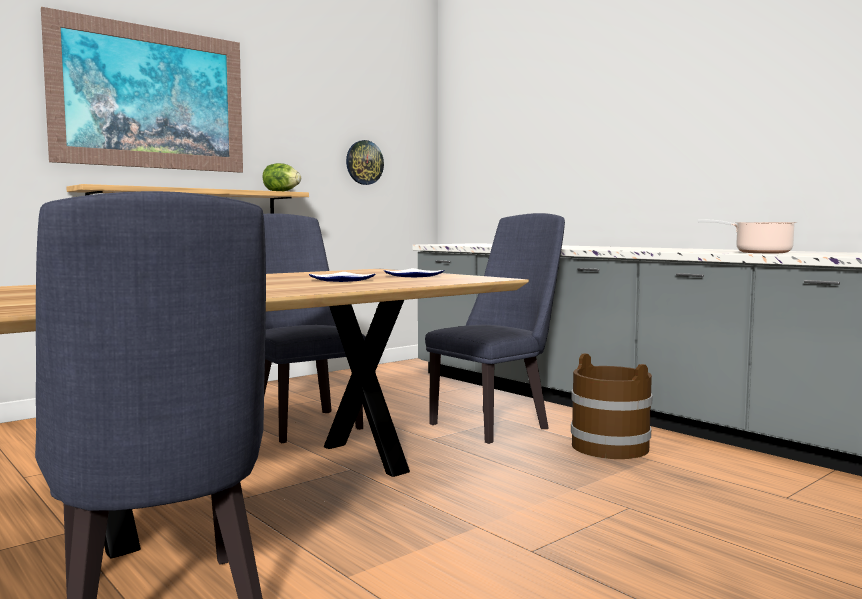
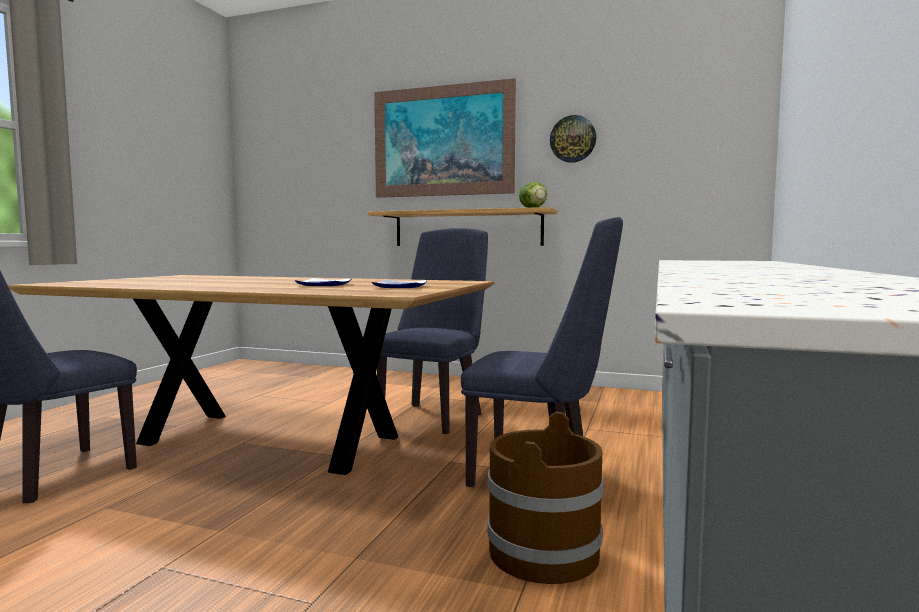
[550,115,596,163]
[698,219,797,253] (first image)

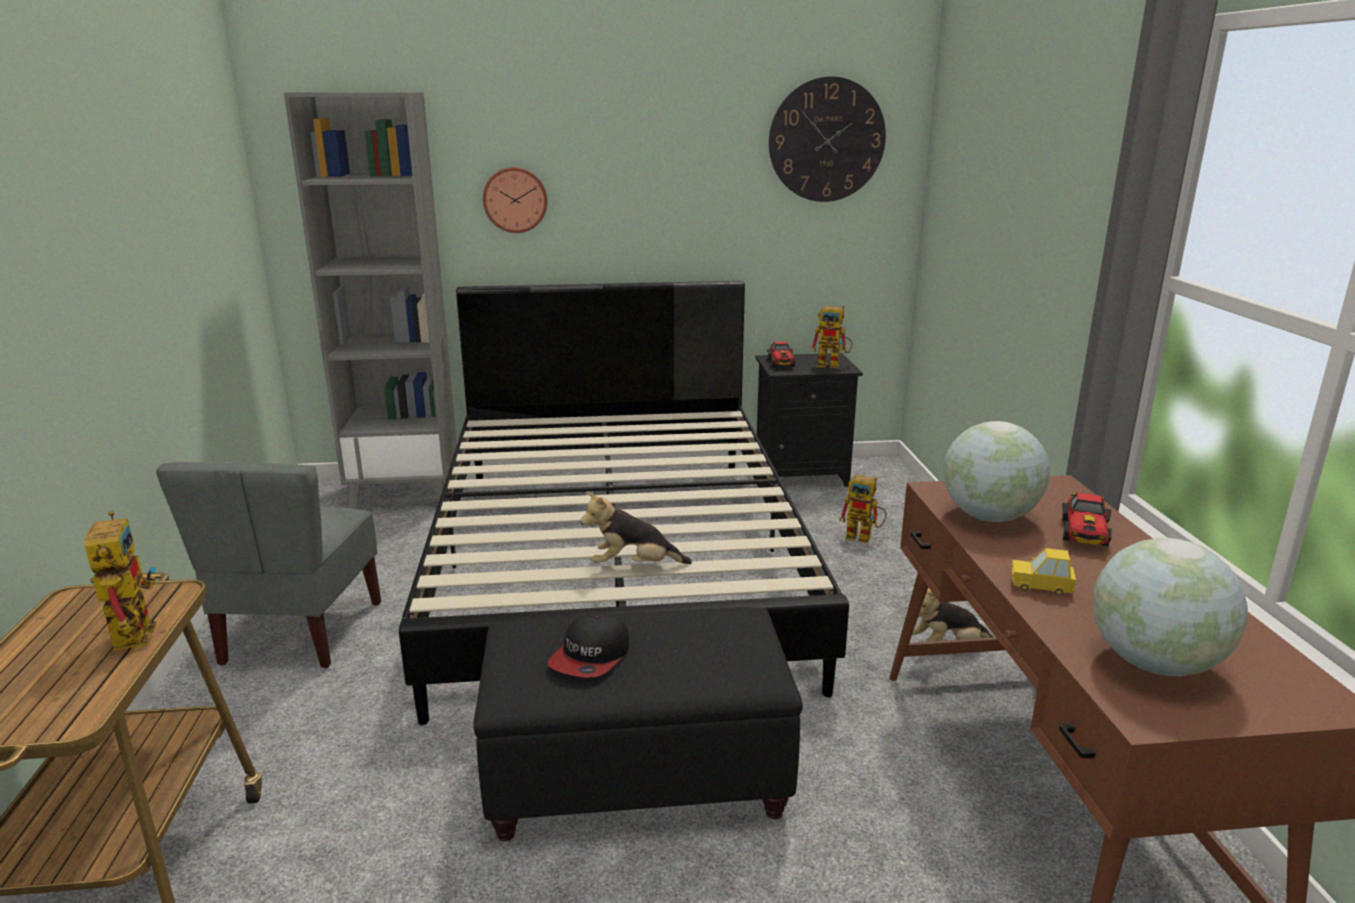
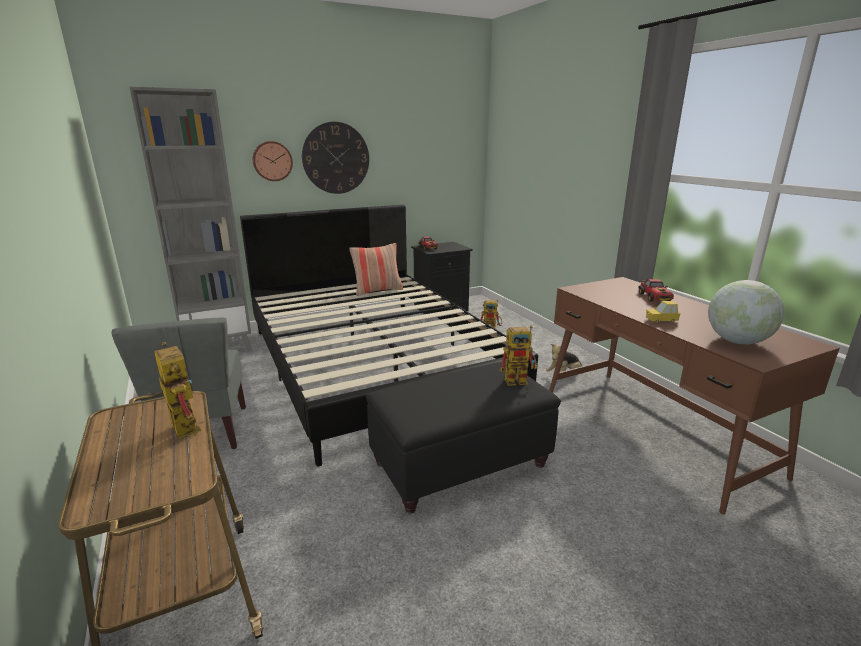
[548,612,629,678] (first image)
[580,492,692,564] (first image)
[302,122,369,194]
[500,326,537,386]
[944,421,1050,522] (first image)
[349,243,403,296]

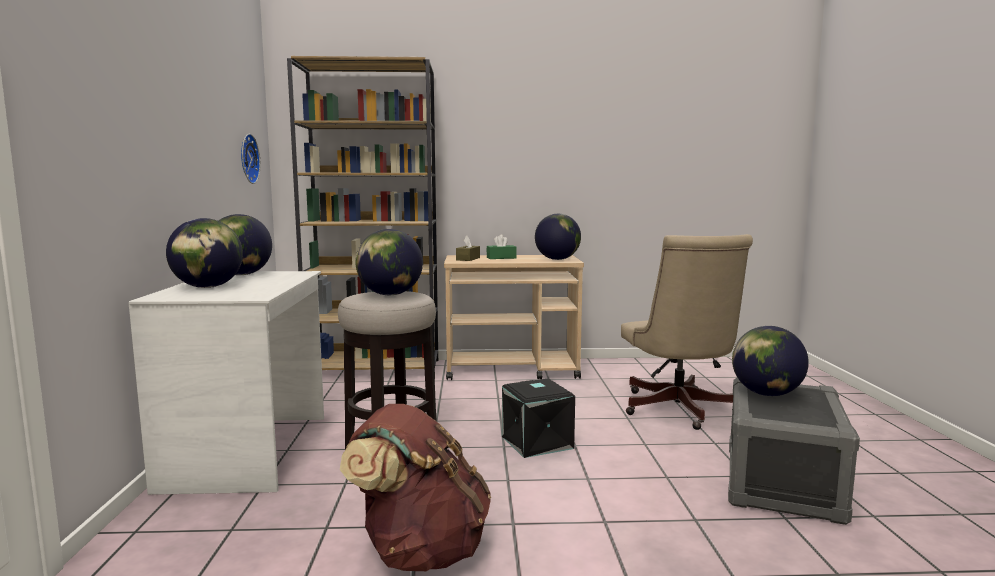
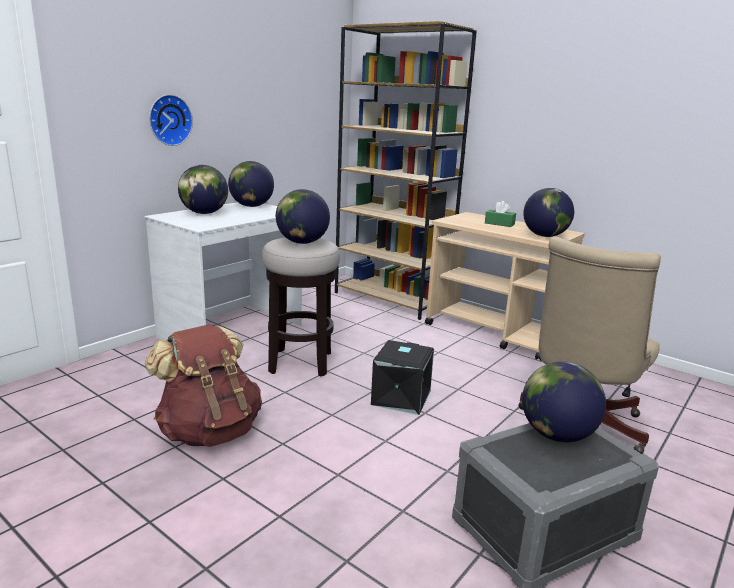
[149,94,193,146]
[456,236,480,261] (first image)

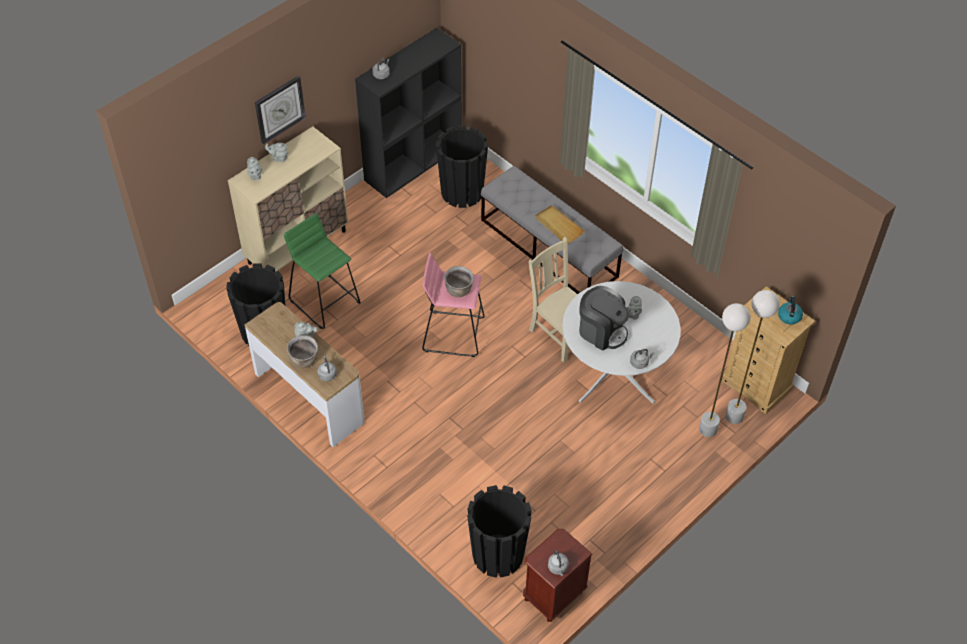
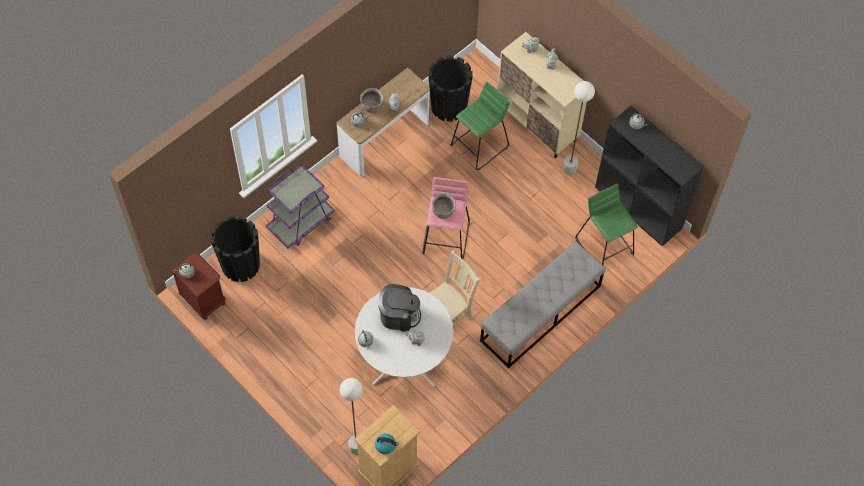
[255,76,306,144] (first image)
[575,184,638,265]
[535,205,584,244] (first image)
[378,284,421,332]
[563,81,595,175]
[266,163,335,249]

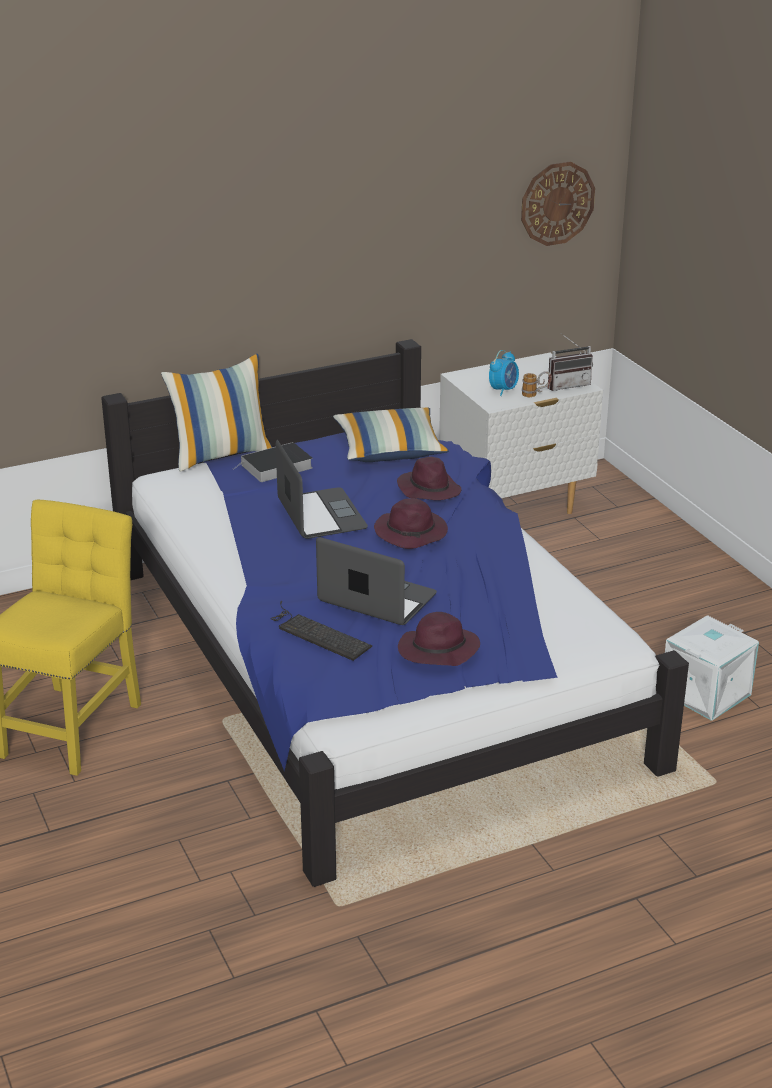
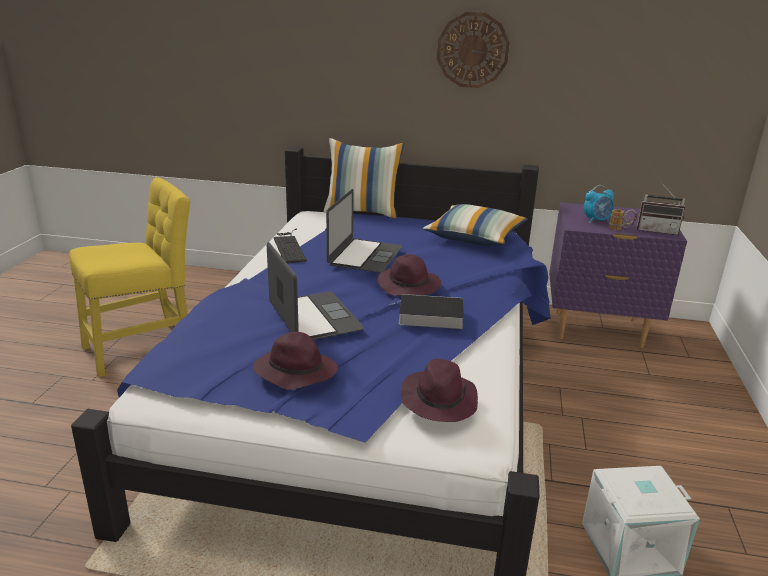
[389,294,464,329]
[274,229,307,263]
[401,359,478,422]
[549,202,687,348]
[437,12,510,88]

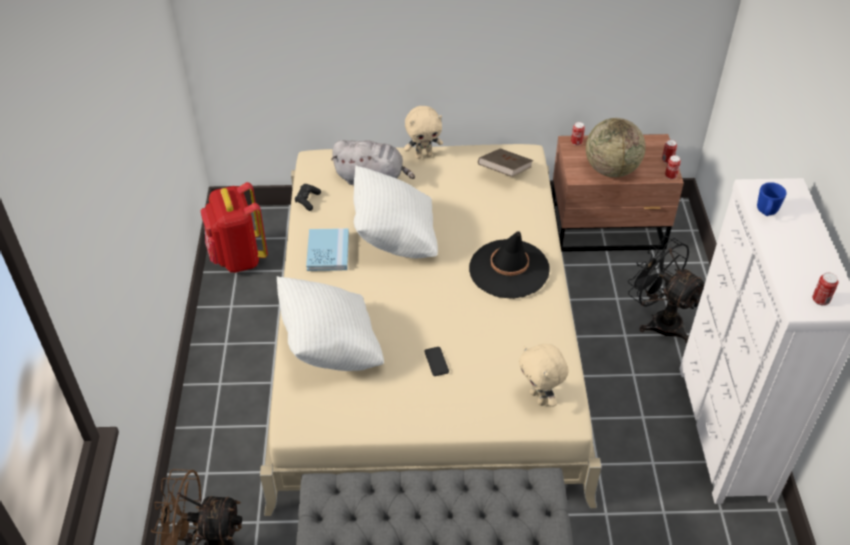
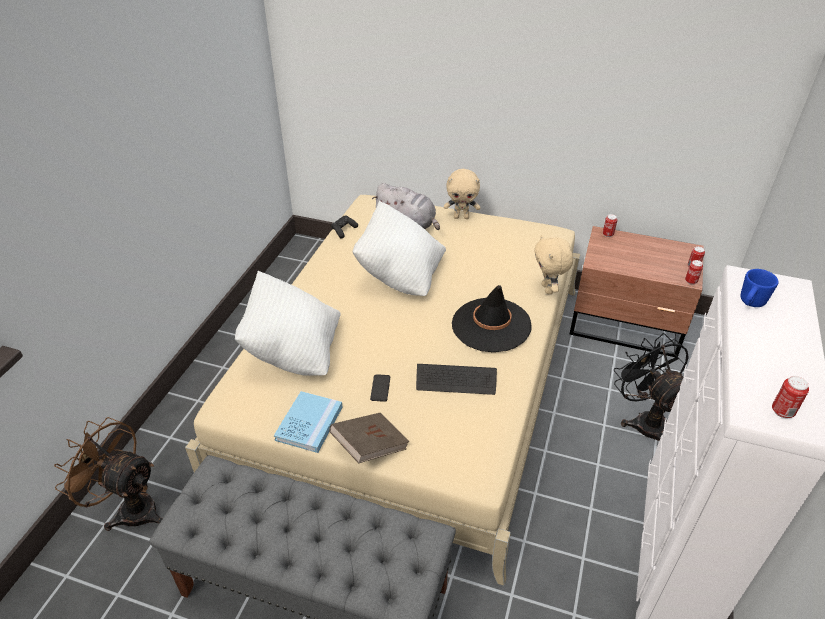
[200,182,268,273] (first image)
[274,391,343,453]
[329,413,410,464]
[534,235,573,294]
[586,118,646,177] (first image)
[416,364,497,395]

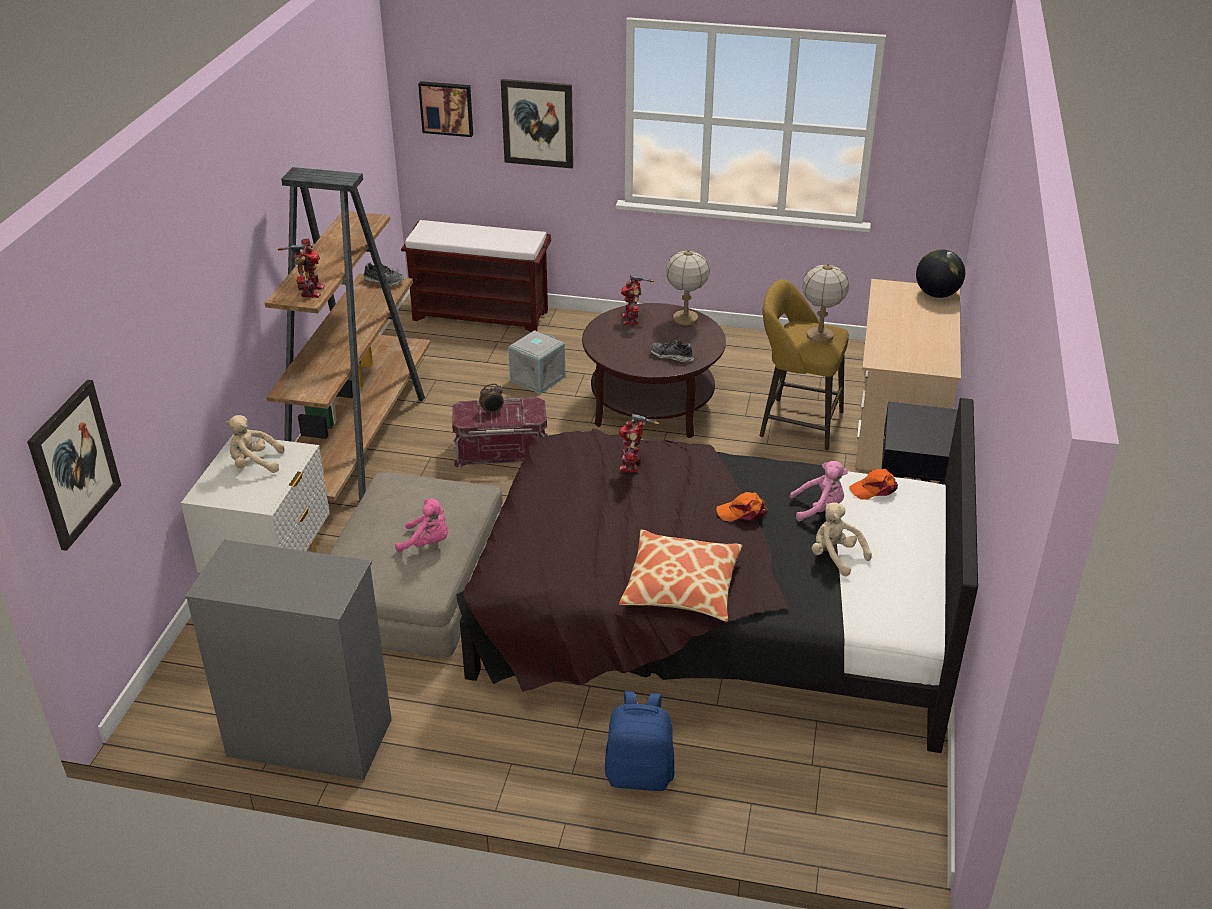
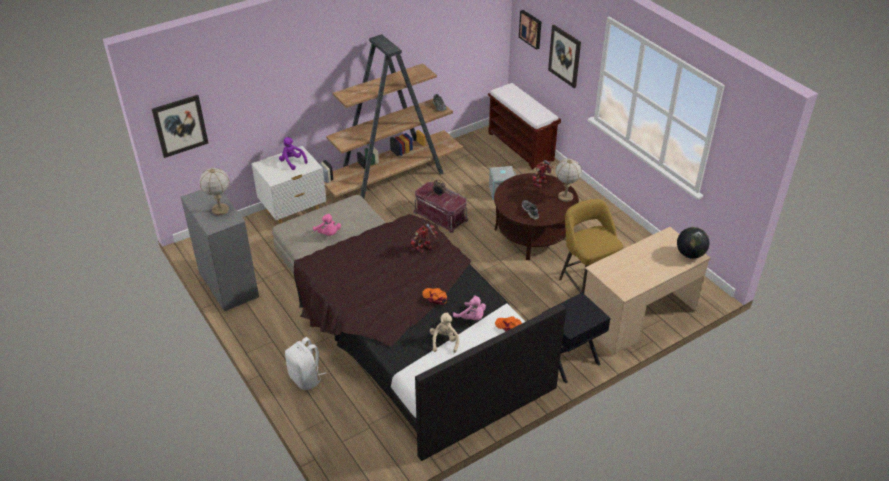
[279,137,308,170]
[278,238,324,298] (first image)
[285,337,326,390]
[619,529,742,621] (first image)
[200,168,230,215]

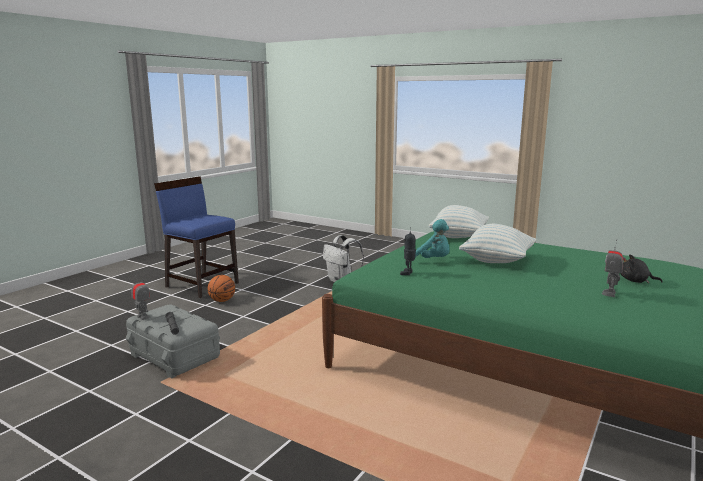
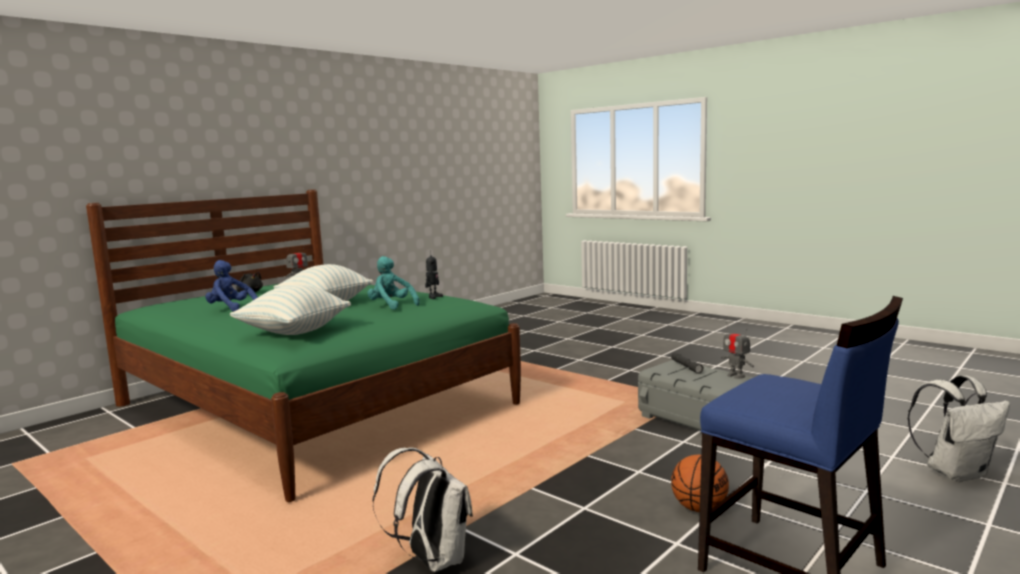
[205,260,258,312]
[907,375,1010,482]

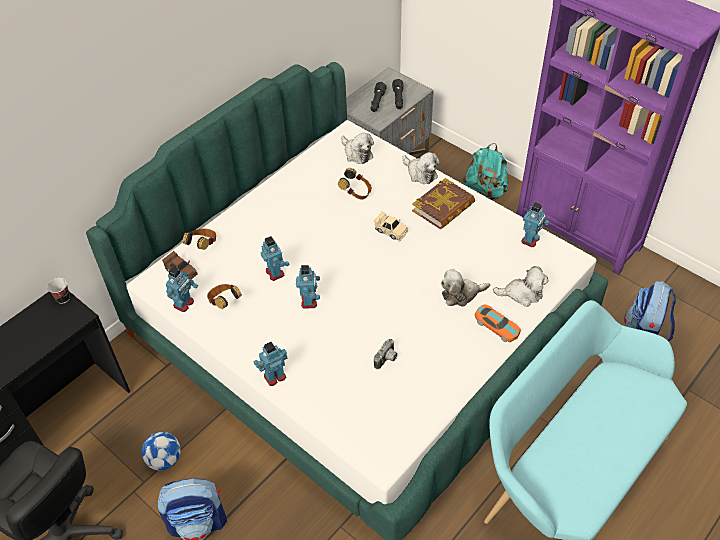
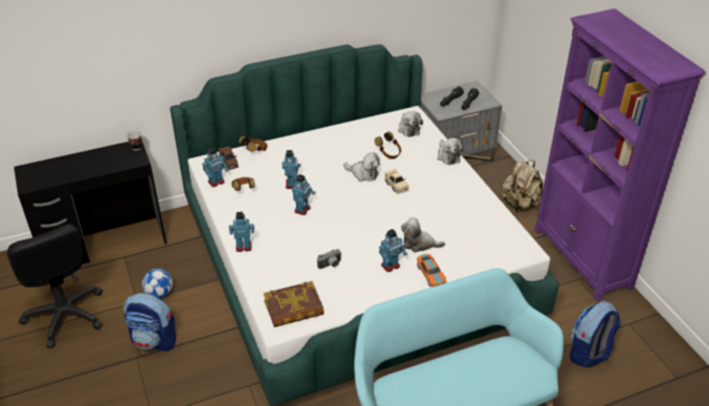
[263,281,324,327]
[501,160,543,212]
[343,153,380,182]
[379,229,407,272]

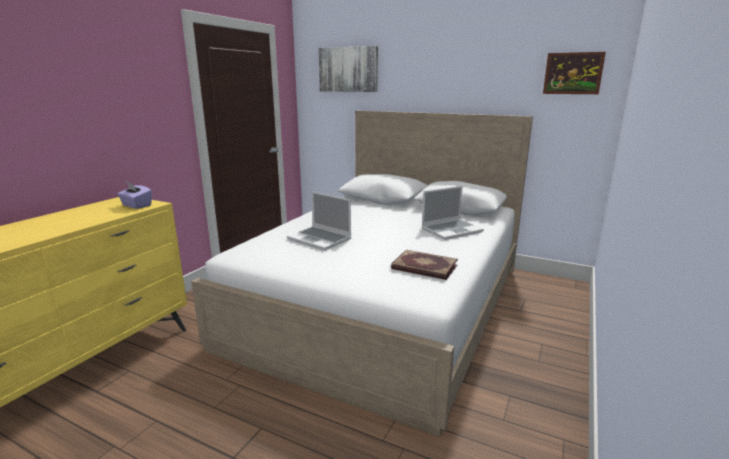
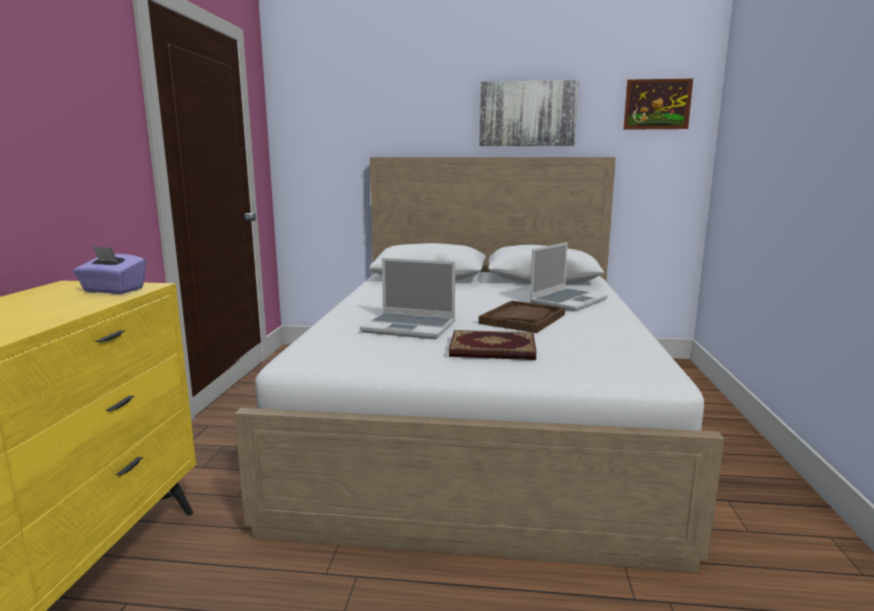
[479,80,578,146]
[449,330,536,360]
[479,301,565,333]

